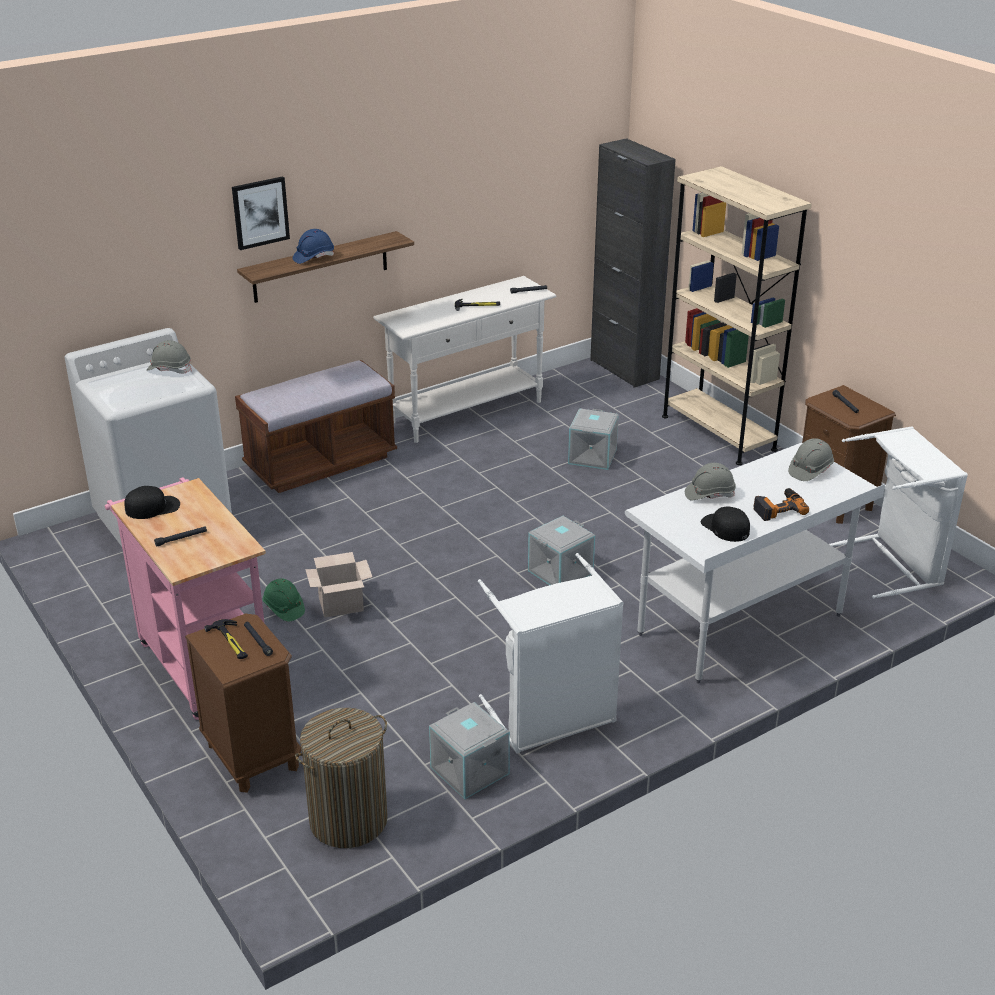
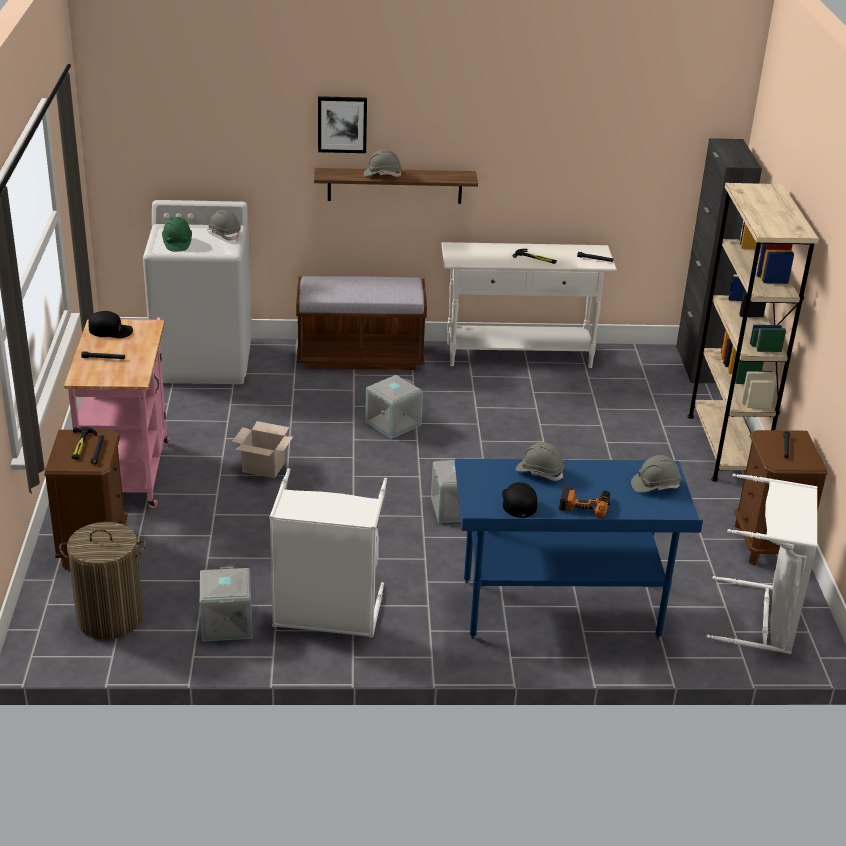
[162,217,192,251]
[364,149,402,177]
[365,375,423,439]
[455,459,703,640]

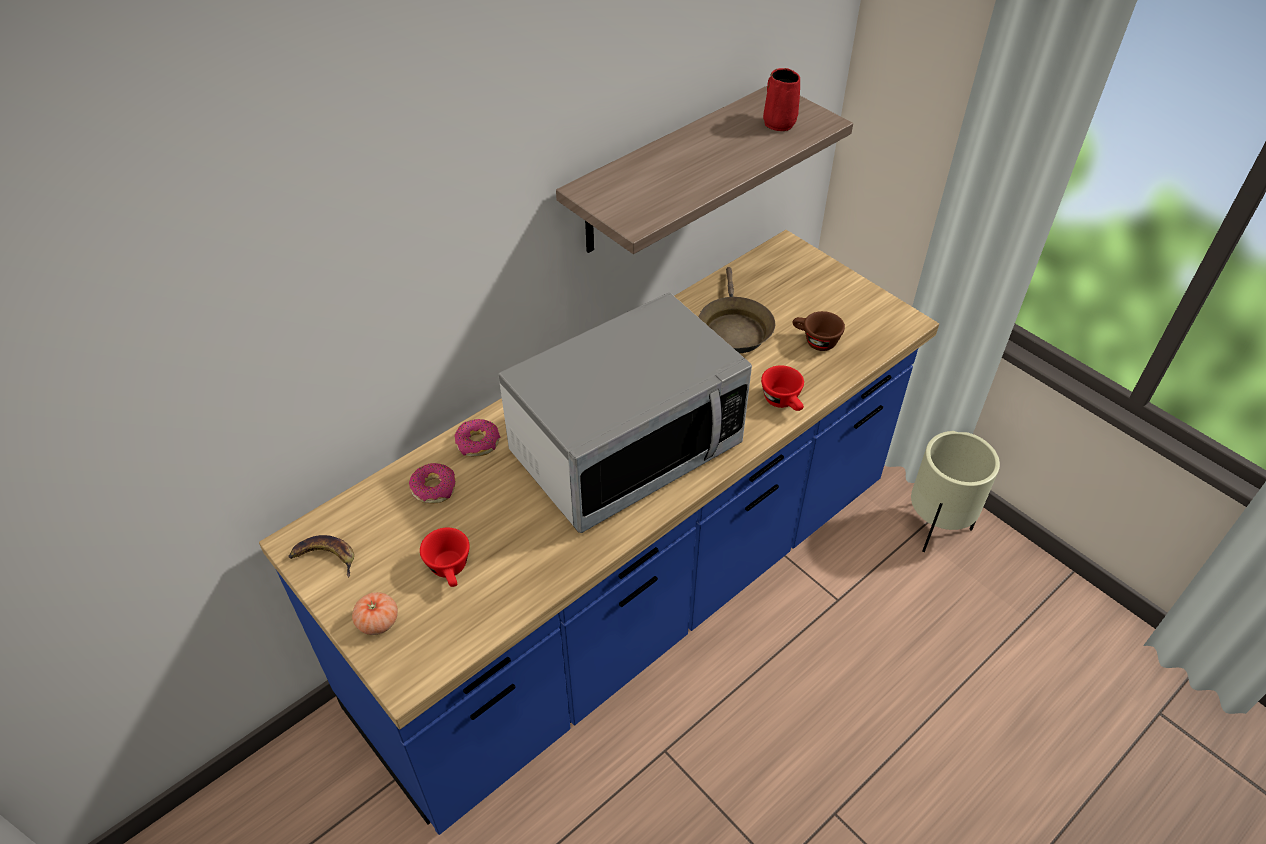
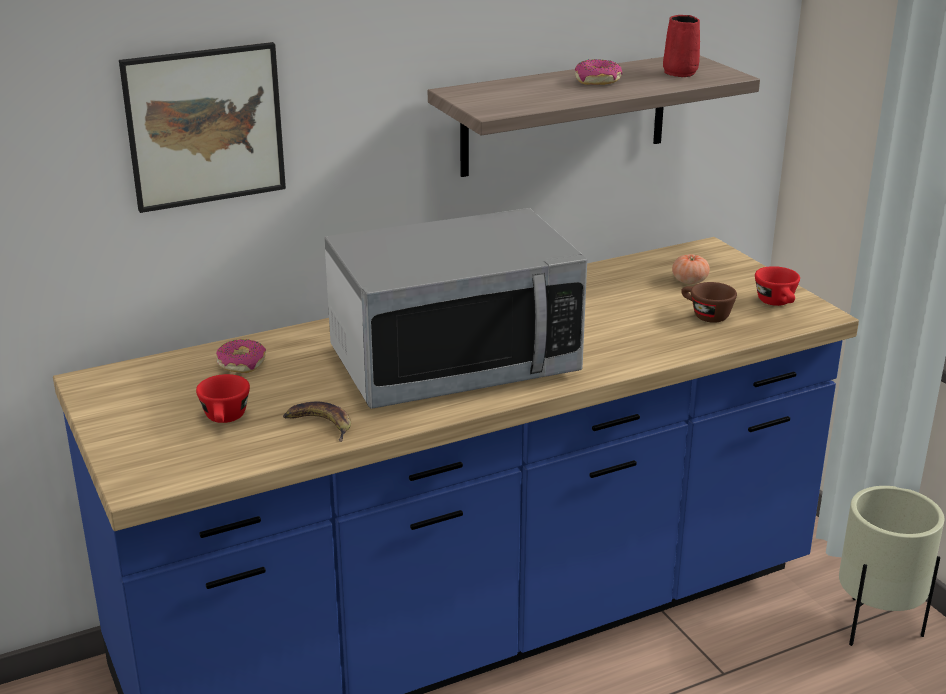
[283,402,351,442]
[672,254,710,284]
[575,59,622,85]
[698,267,775,353] (first image)
[755,266,800,306]
[119,42,286,213]

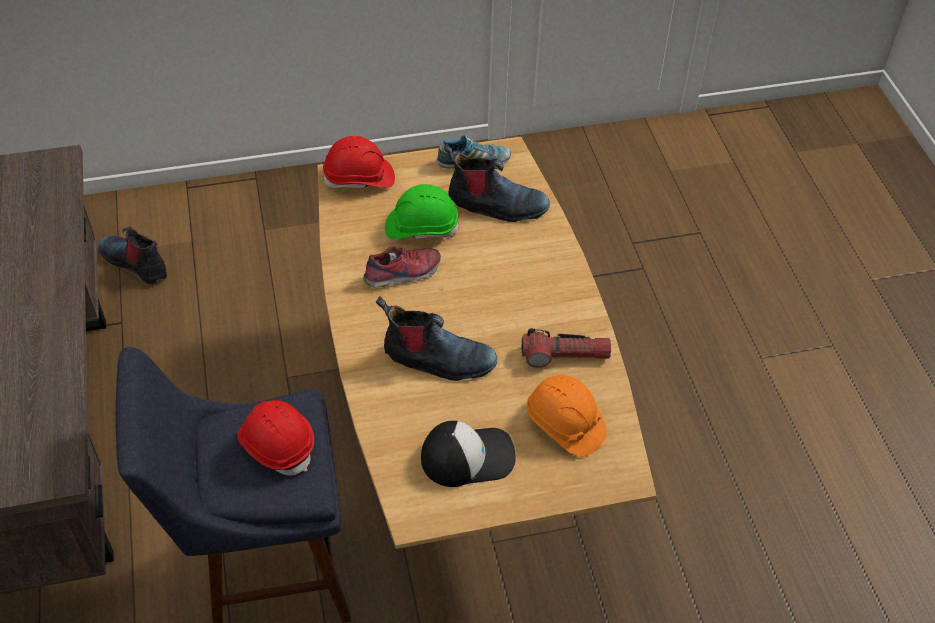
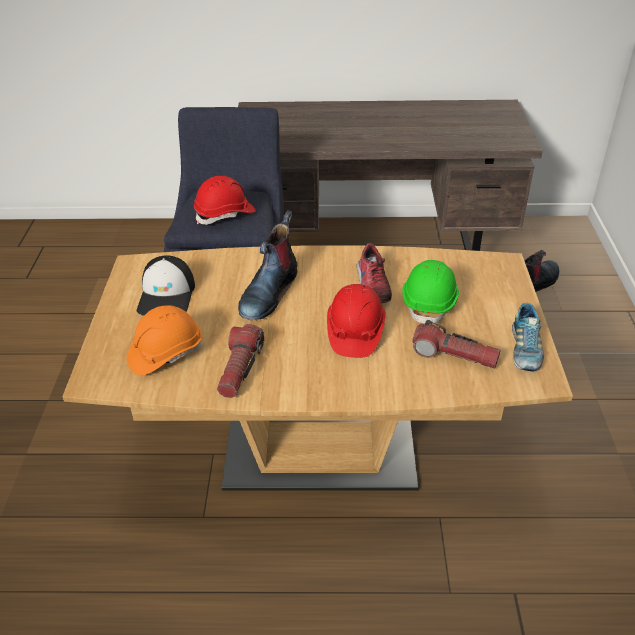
[327,284,385,358]
[412,320,501,369]

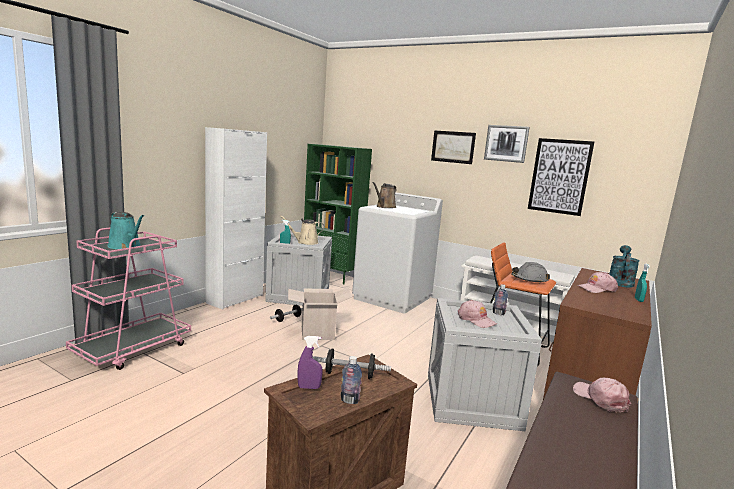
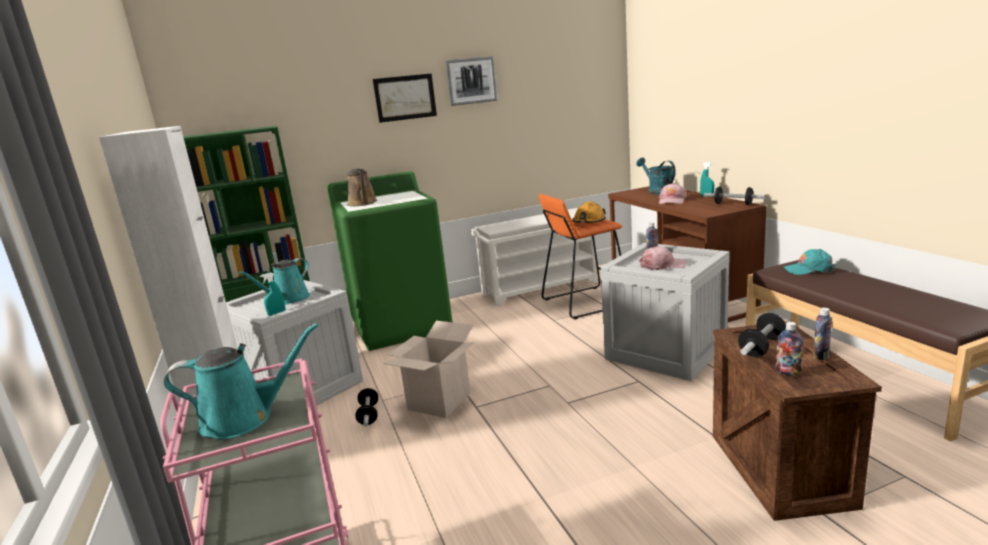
[238,258,310,305]
[776,322,803,376]
[327,171,452,351]
[573,202,606,223]
[528,138,594,216] (first image)
[784,249,836,275]
[704,186,765,205]

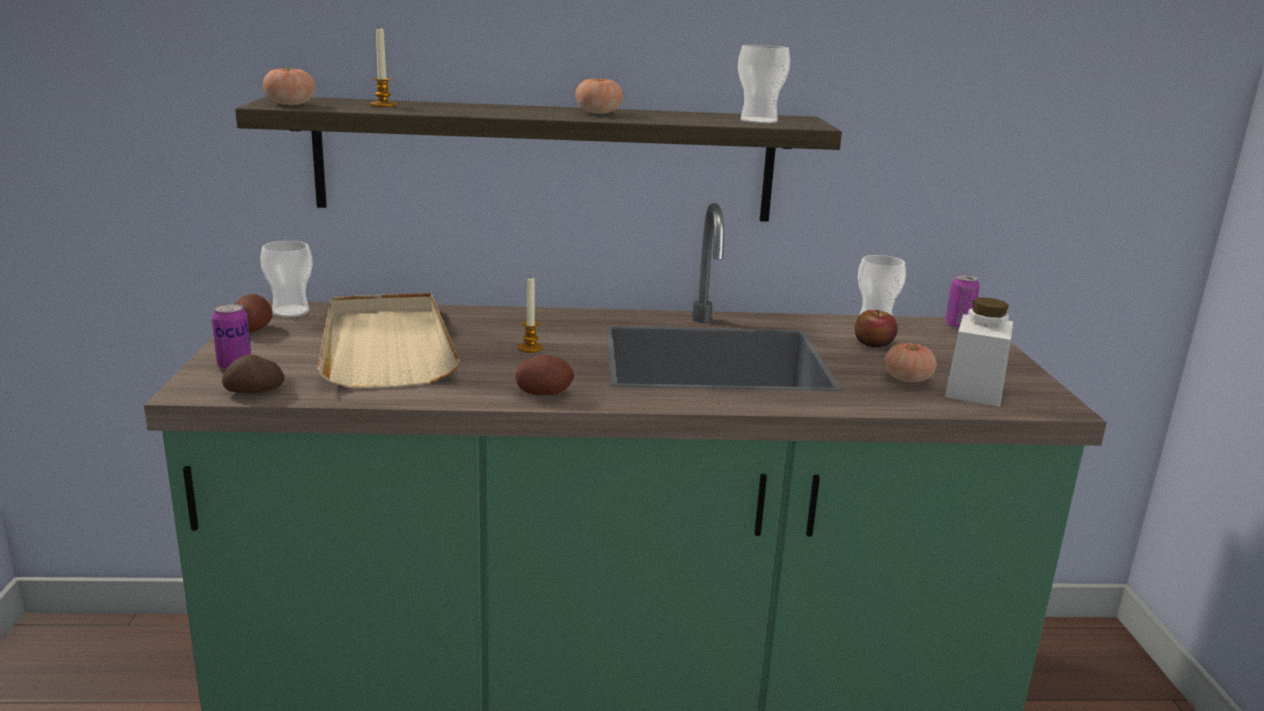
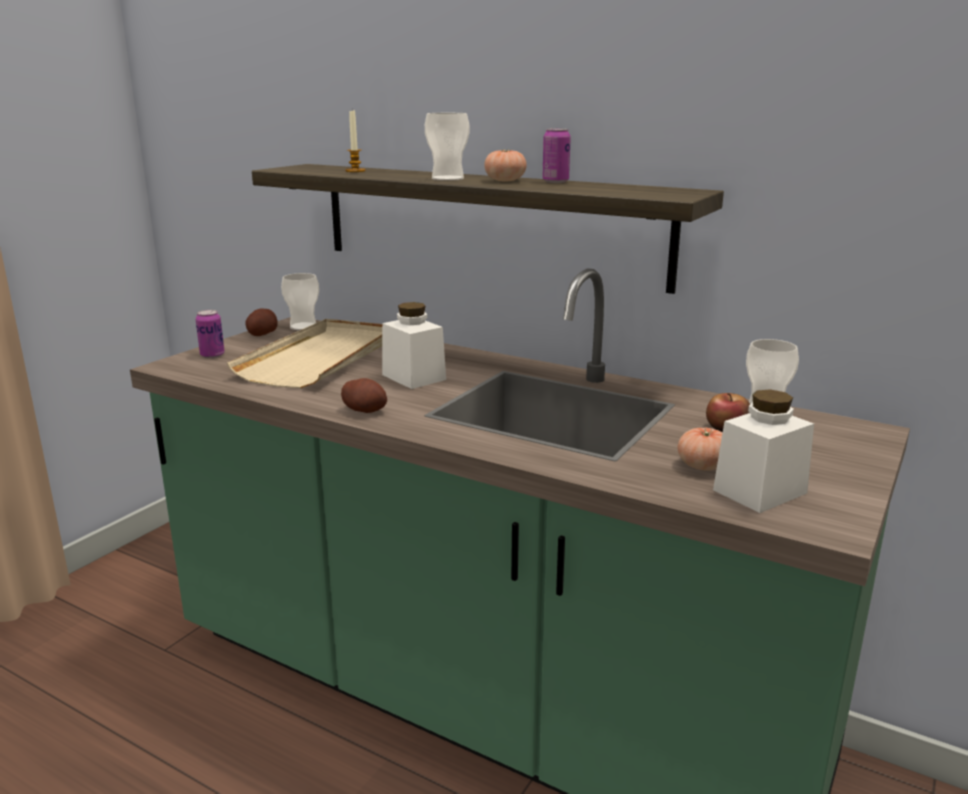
[222,354,285,393] (first image)
[263,66,316,105] (first image)
[382,302,446,389]
[425,113,469,181]
[542,128,571,183]

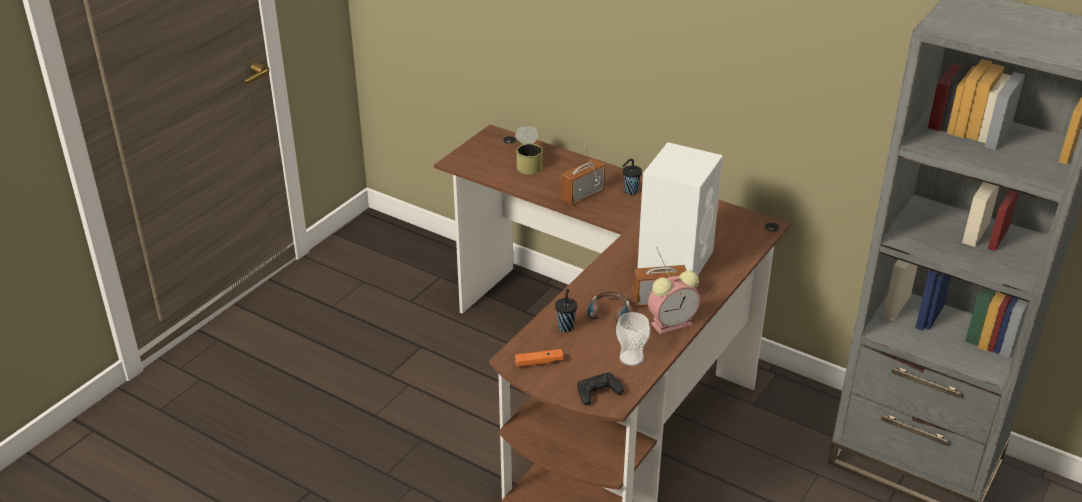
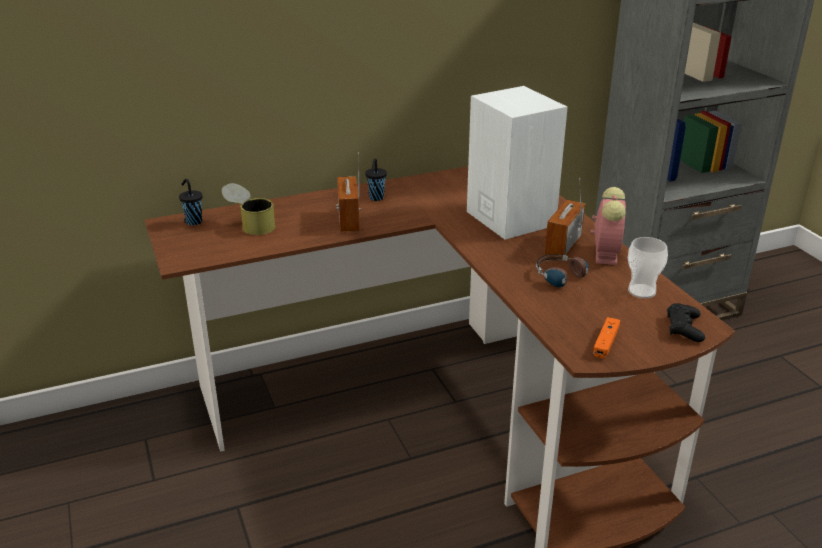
[179,179,202,225]

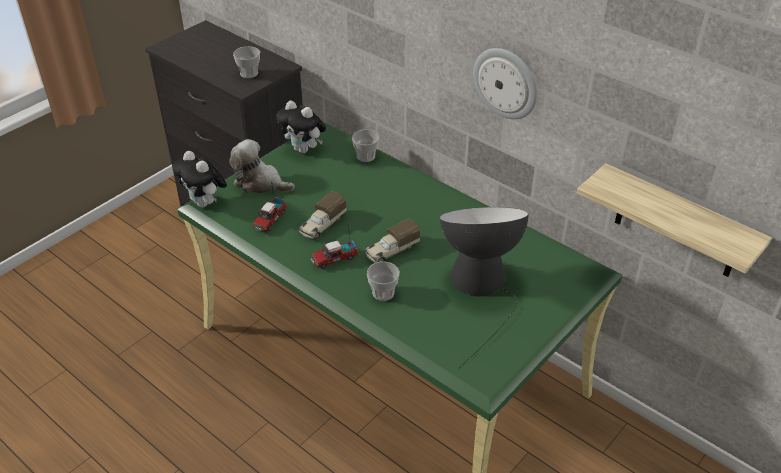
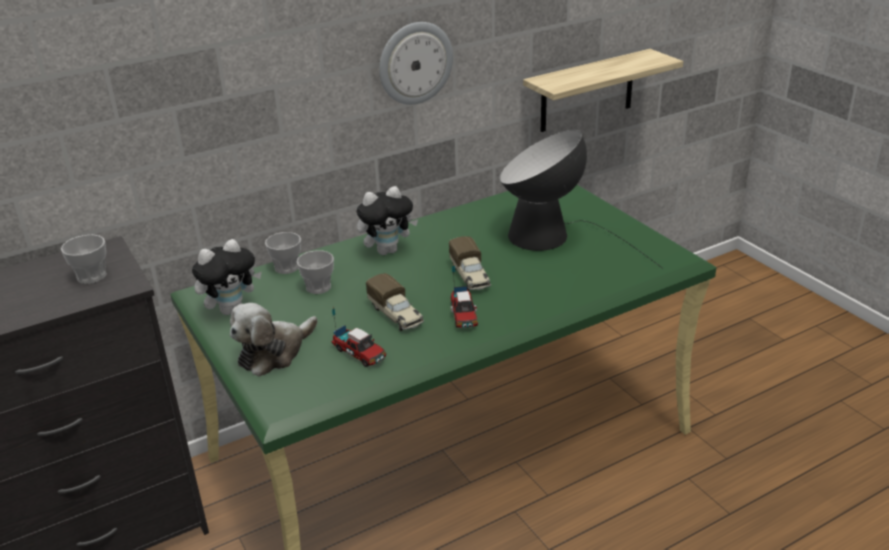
[357,186,418,255]
[296,250,334,294]

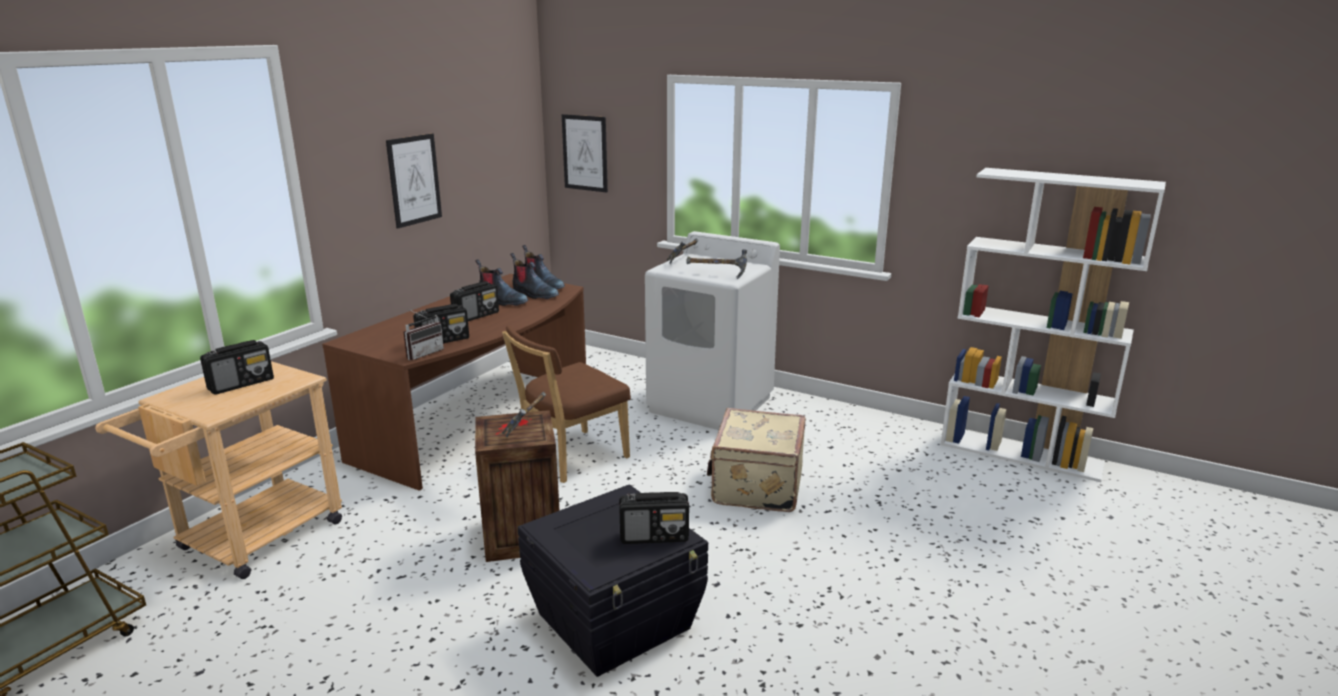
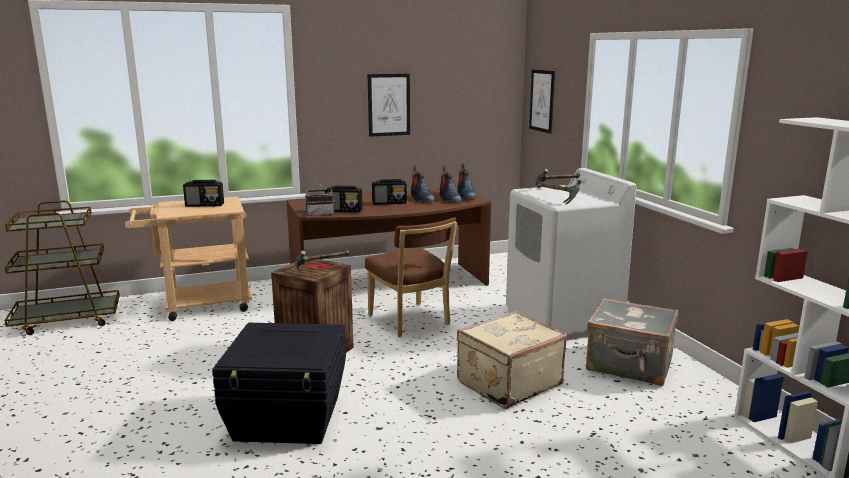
[365,217,458,337]
[619,492,689,544] (first image)
[586,298,678,386]

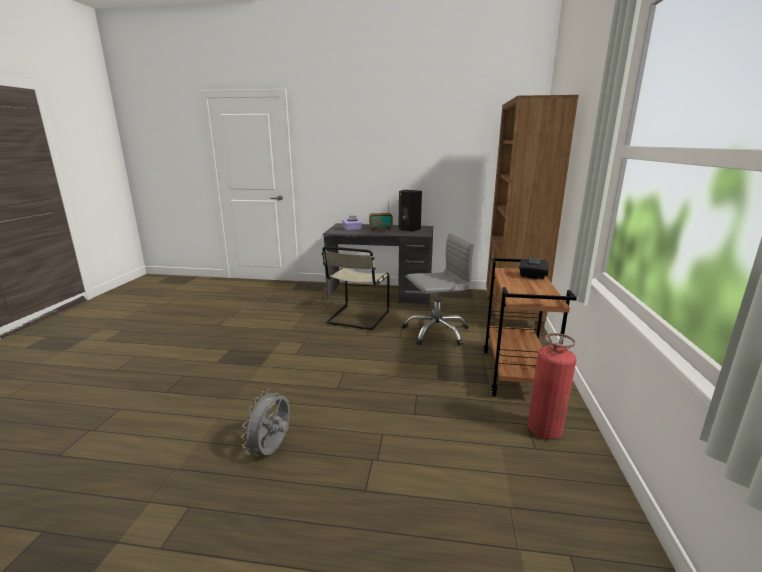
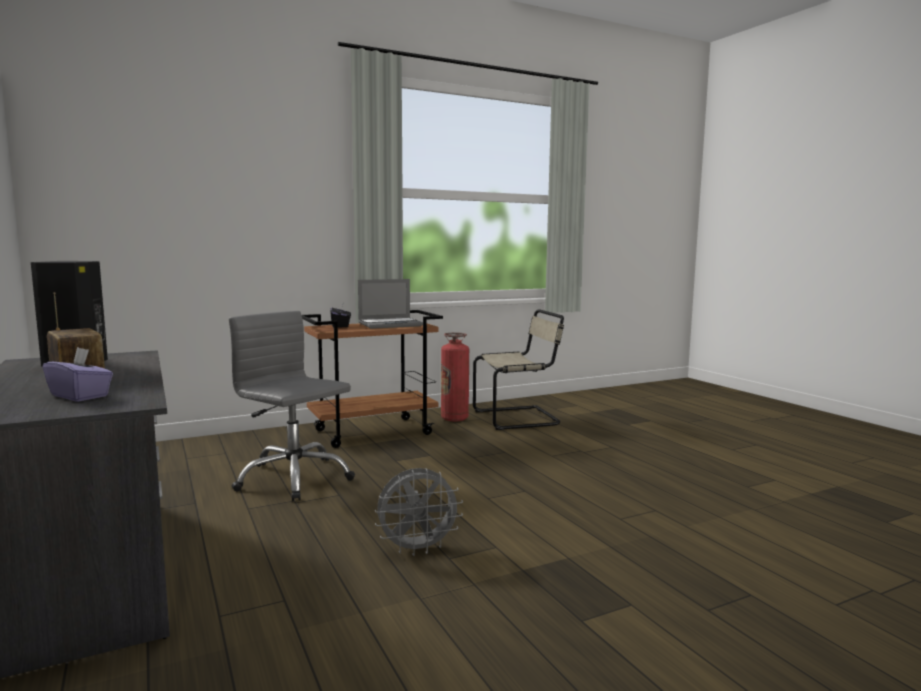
[375,468,463,556]
[473,309,564,430]
[486,95,579,332] (first image)
[358,279,423,329]

